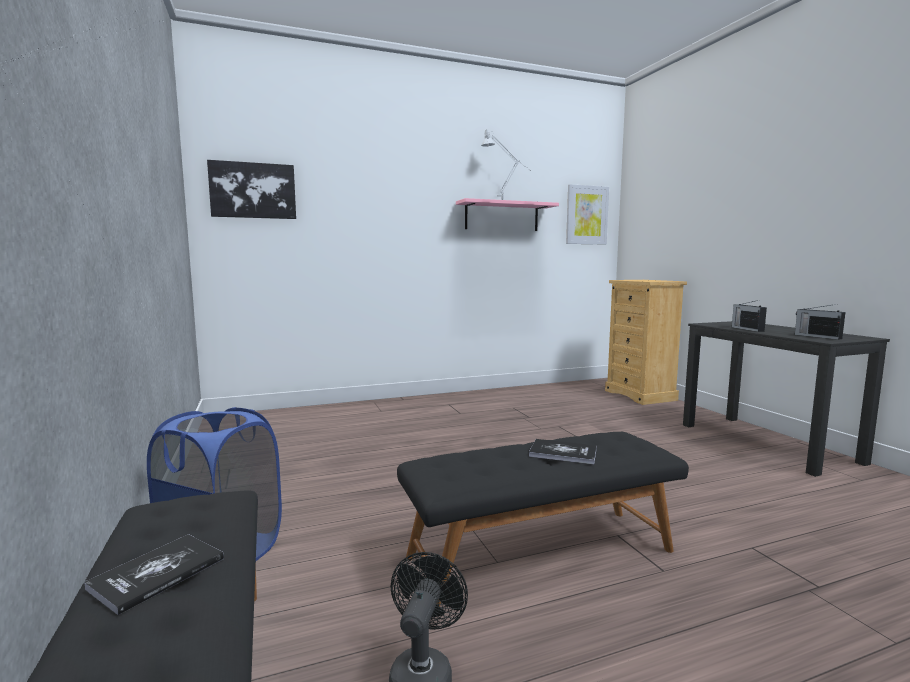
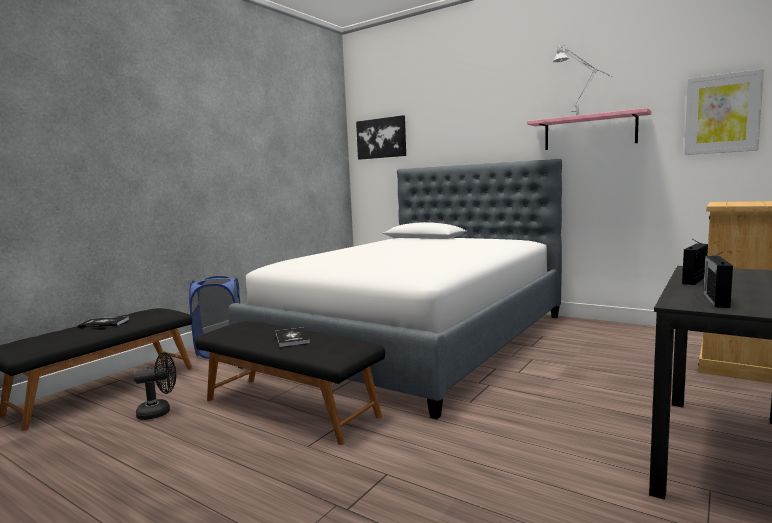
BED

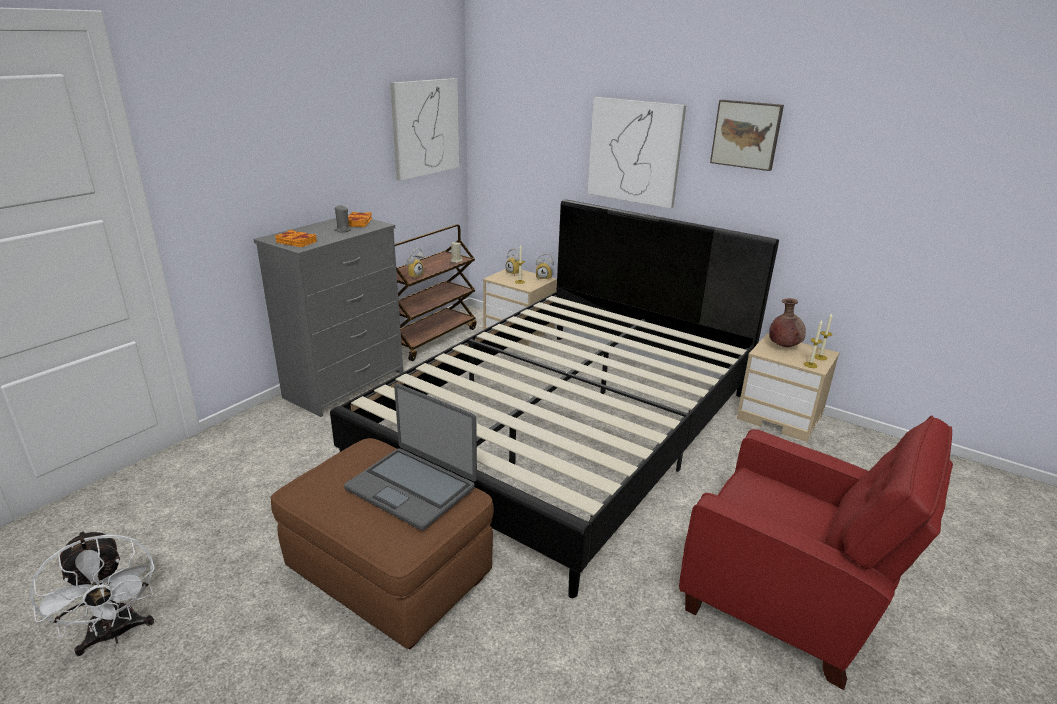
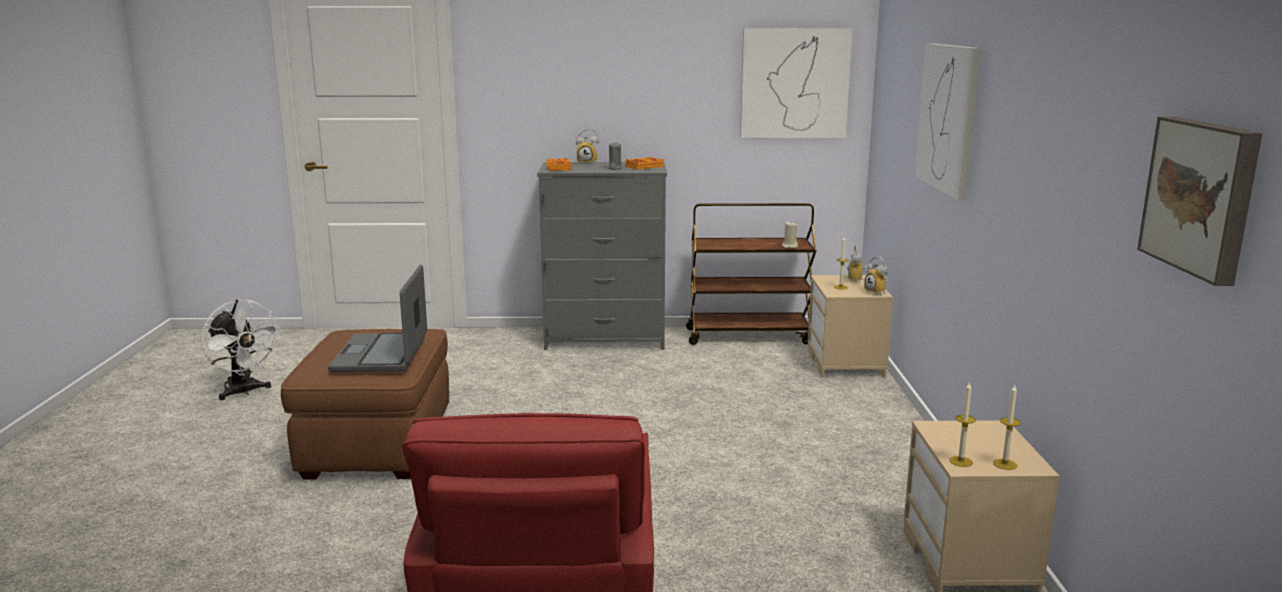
WHITE FAN
BLACK BED
ALARM CLOCK (no. 1 from left)
PICTURE (no. 3 from left)
BROWN VASE

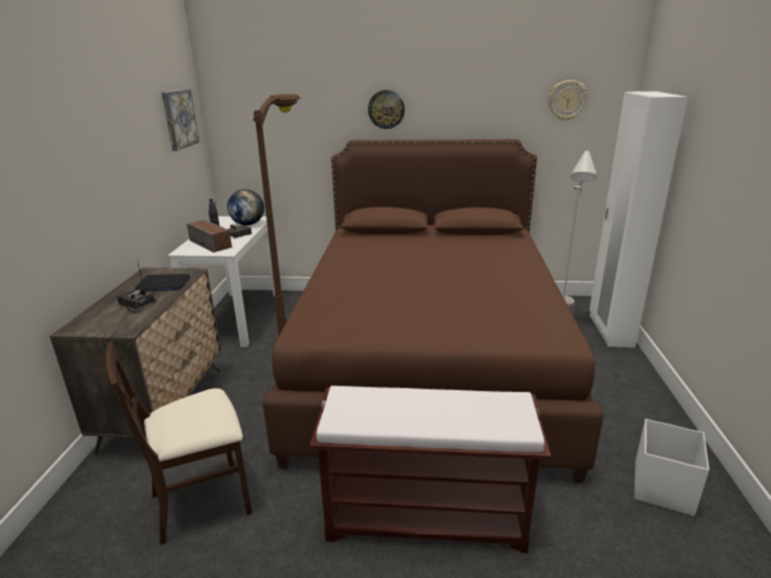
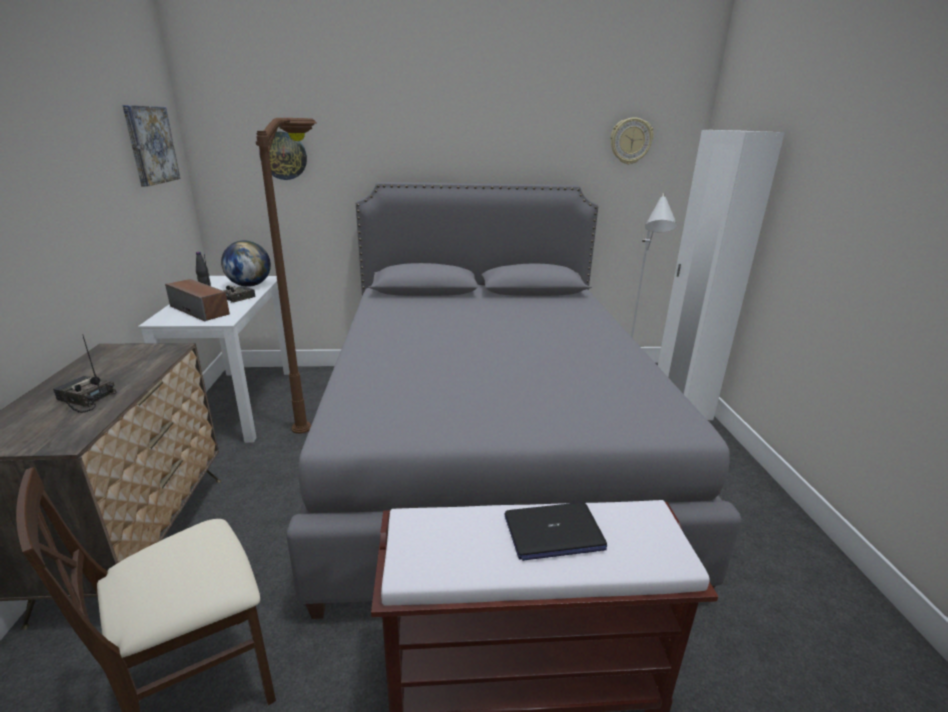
LAPTOP
GREY BED
WALL CLOCK (no. 1 from left)
WHITE STORAGE BOX

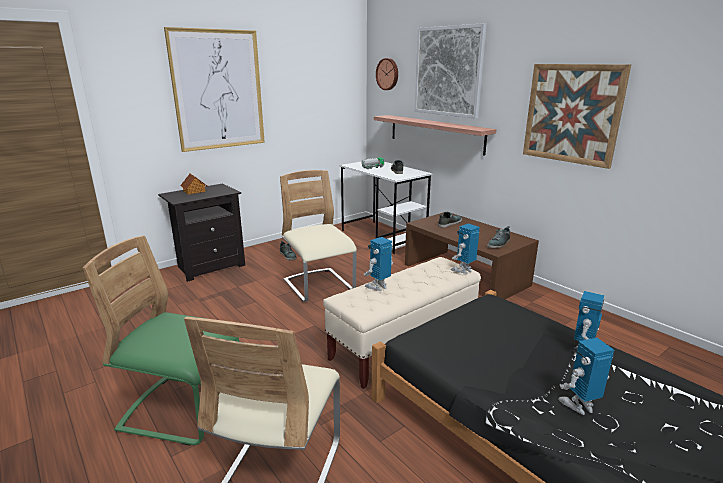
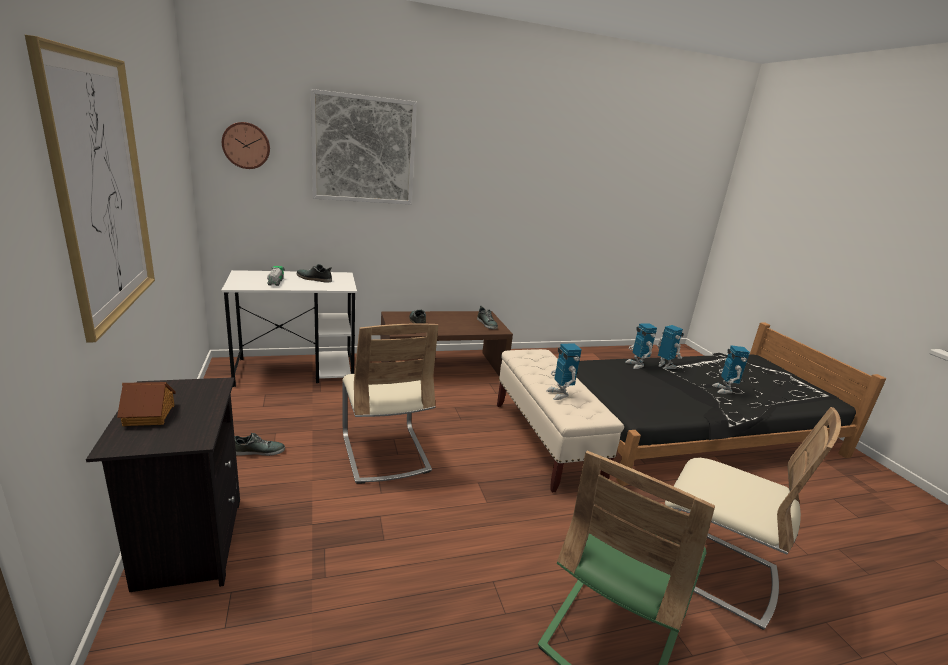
BEIGE CHAIR (no. 1 from left)
SHELF
TOY ROBOT (no. 2 from left)
PICTURE (no. 3 from left in the first image)

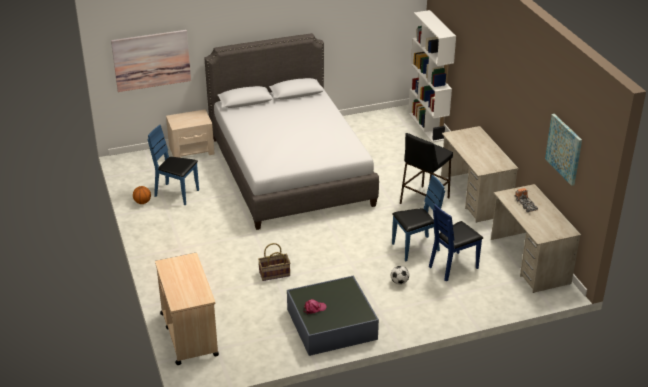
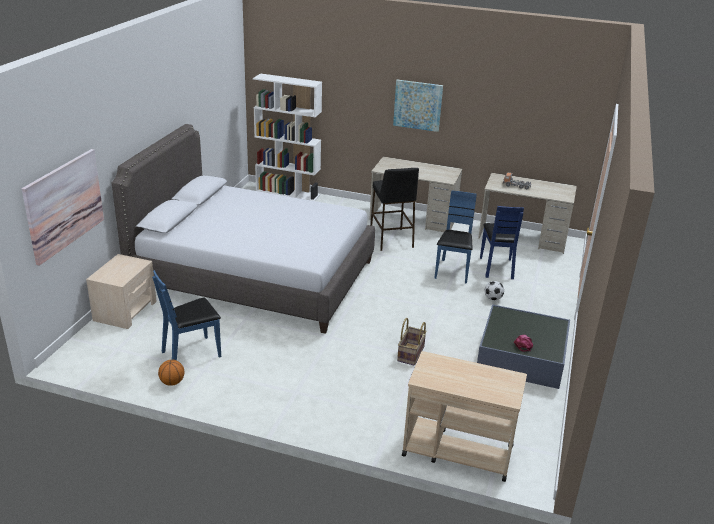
PICTURE (no. 2 from left)

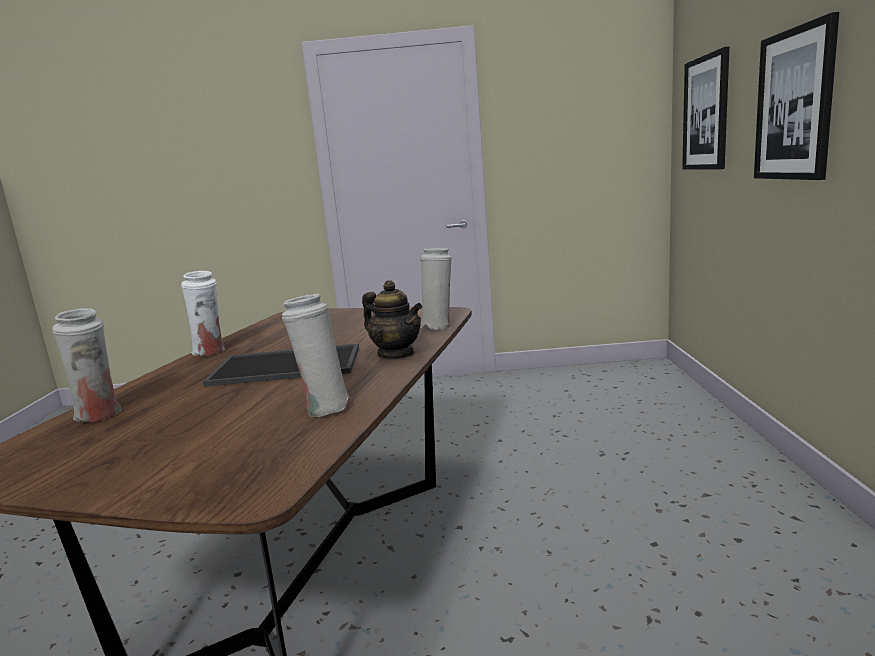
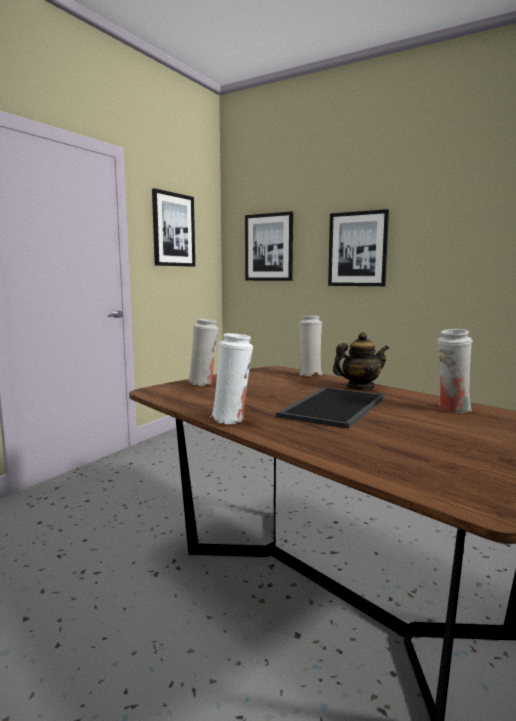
WHITE VASE (no. 1 from left)
PICTURE (no. 1 from left)

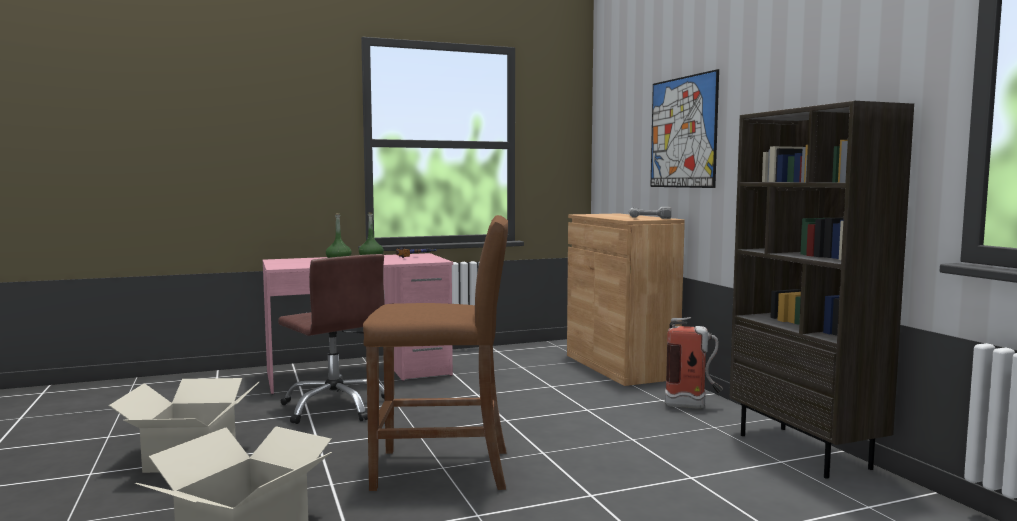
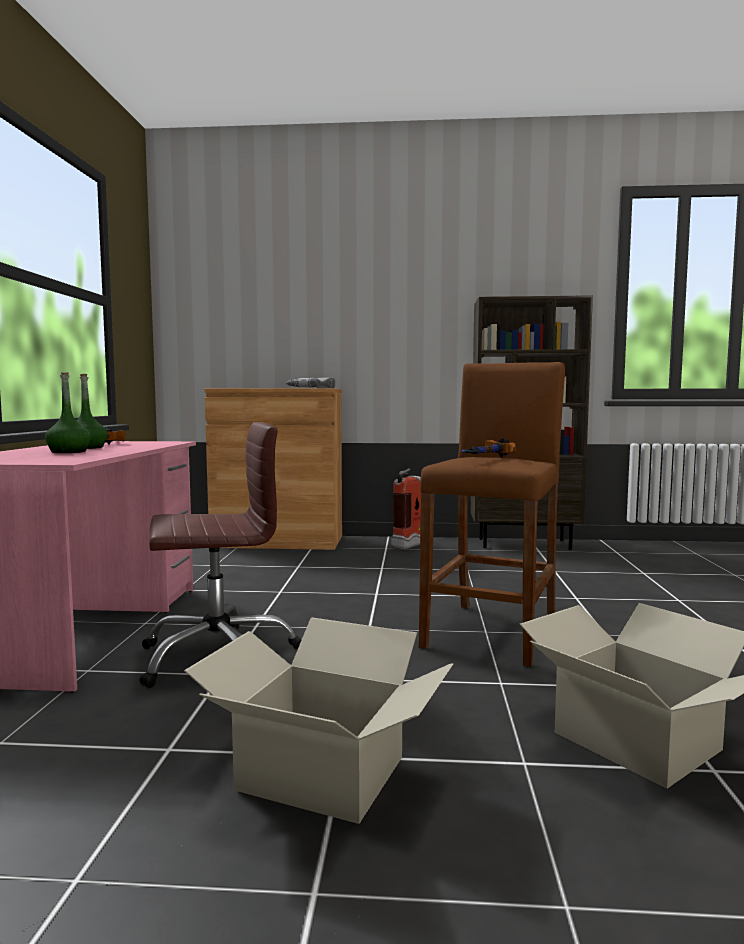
PICTURE
HAMMER (no. 2 from left)

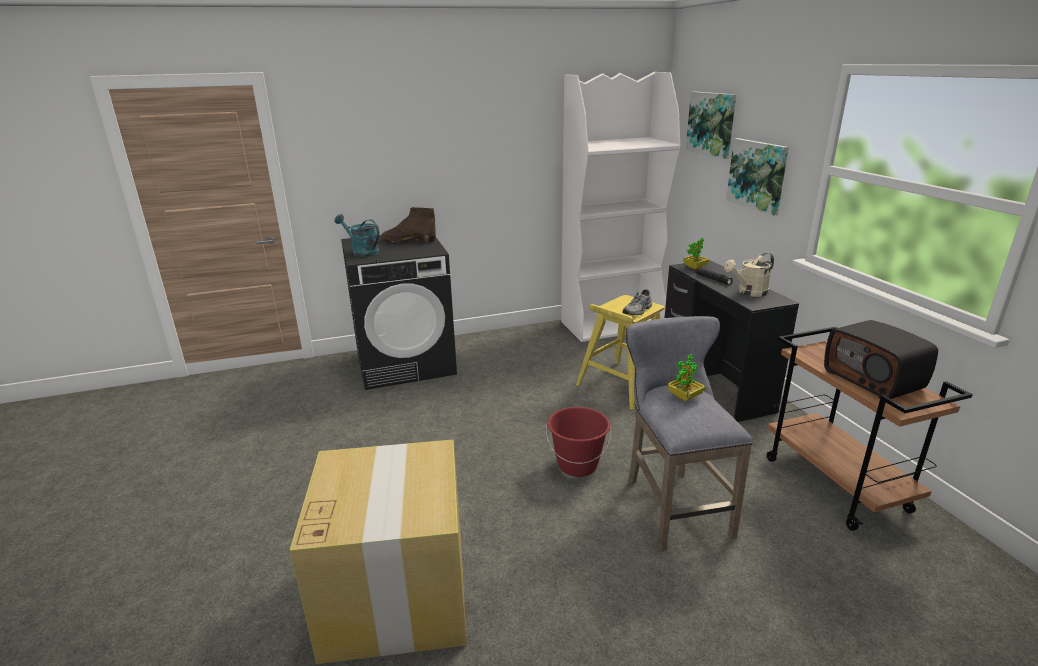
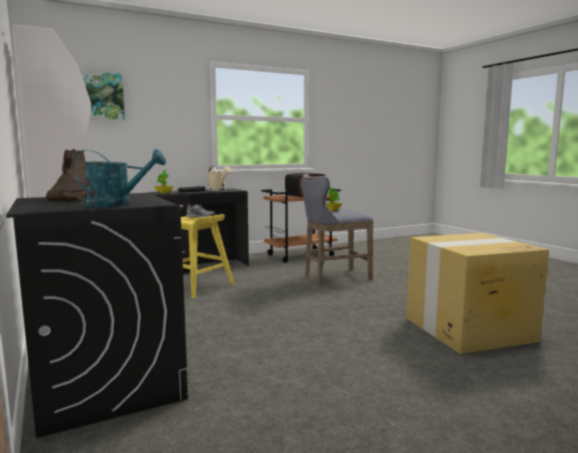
TURQUOISE WATERING CAN
RED BUCKET
PICTURE (no. 2 from left in the first image)

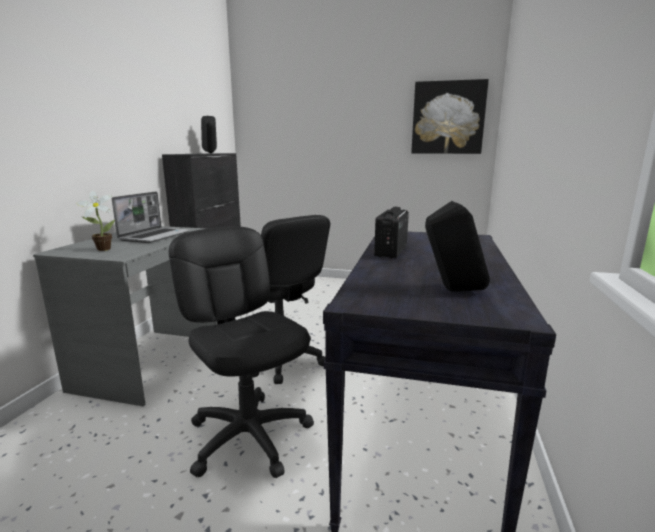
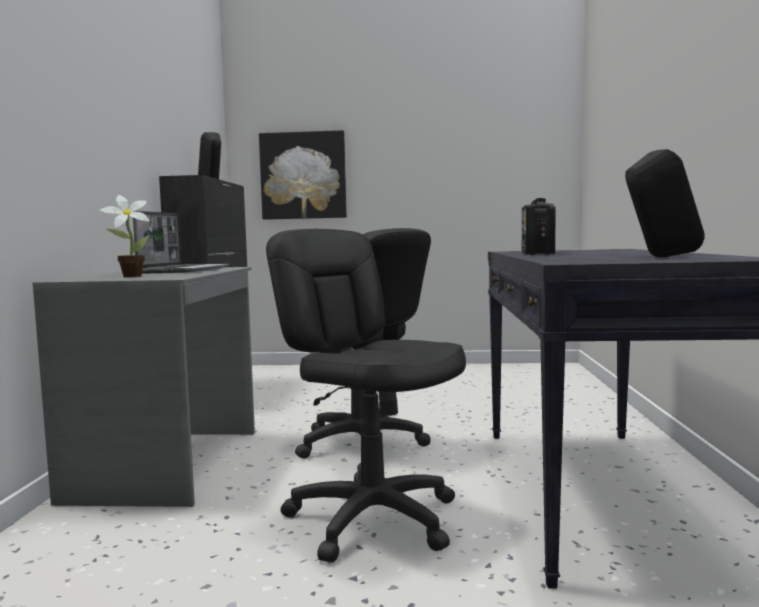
PICTURE

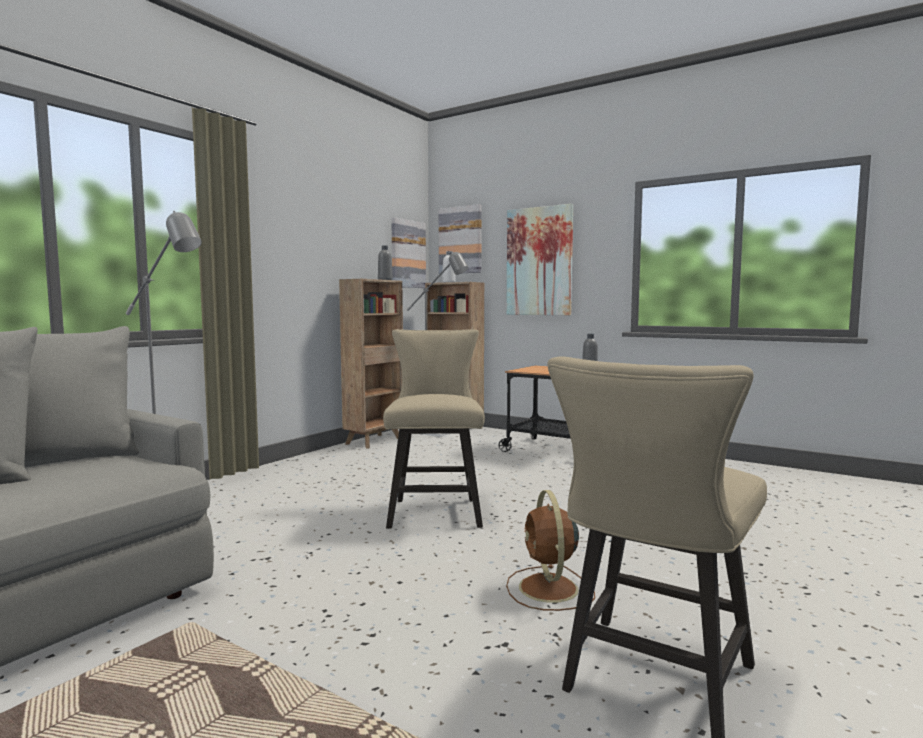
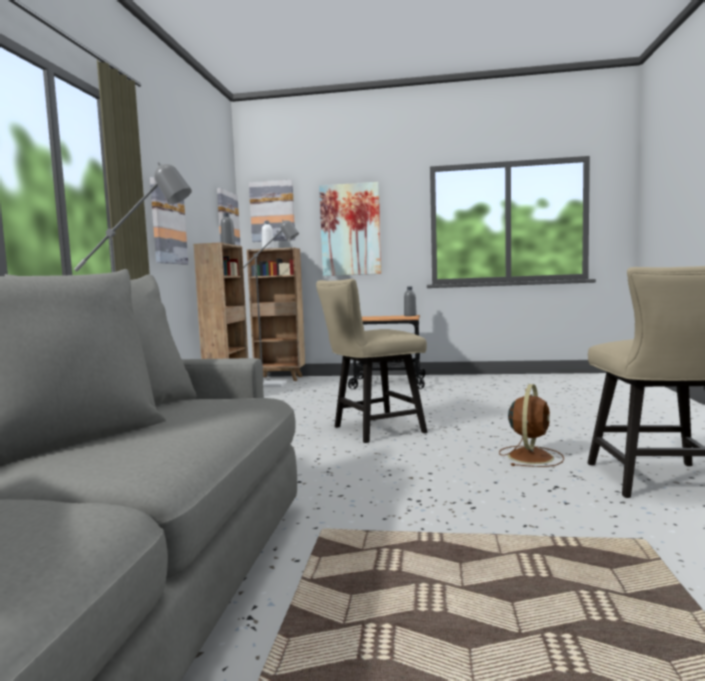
BEIGE CHAIR (no. 1 from left)
BROWN FAN
PICTURE (no. 1 from left)

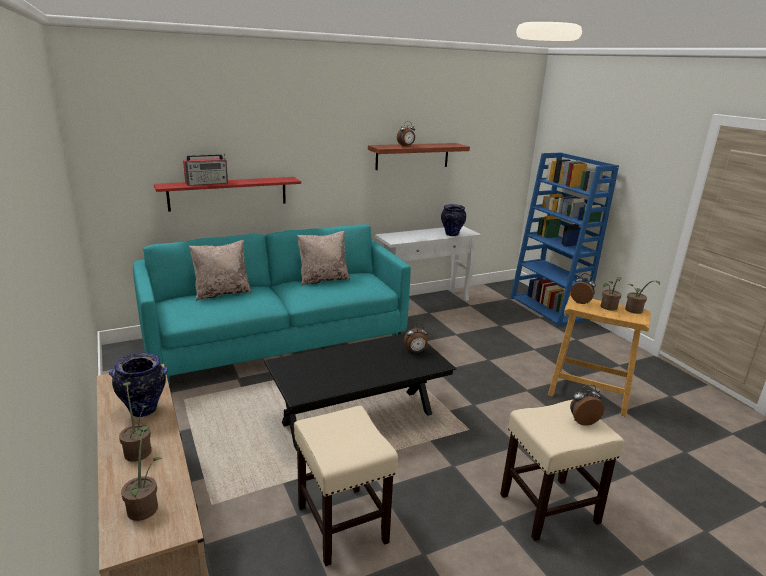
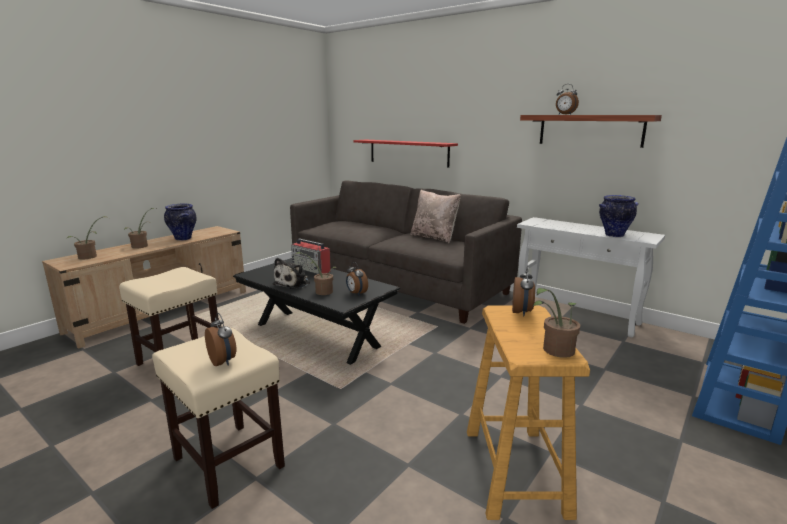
GREY SOFA
RADIO
BEIGE PILLOW (no. 1 from left in the first image)
POTTED PLANT (no. 3 from left)
PLUSH TOY

